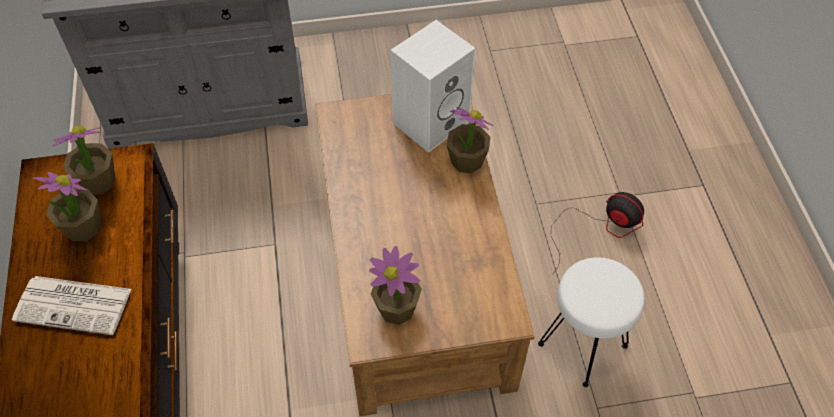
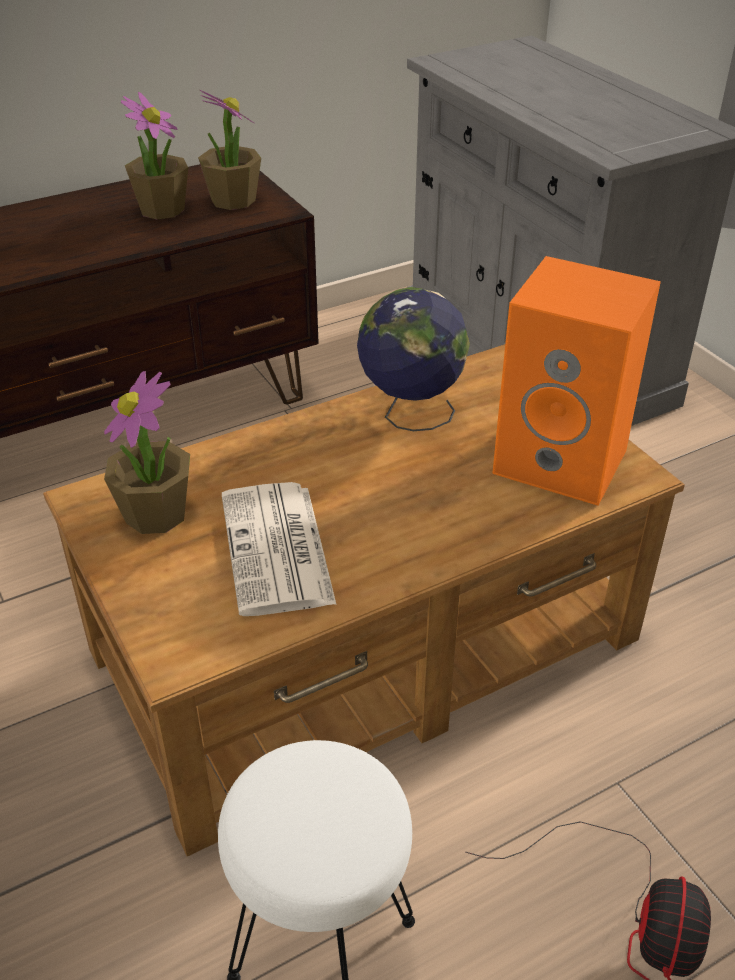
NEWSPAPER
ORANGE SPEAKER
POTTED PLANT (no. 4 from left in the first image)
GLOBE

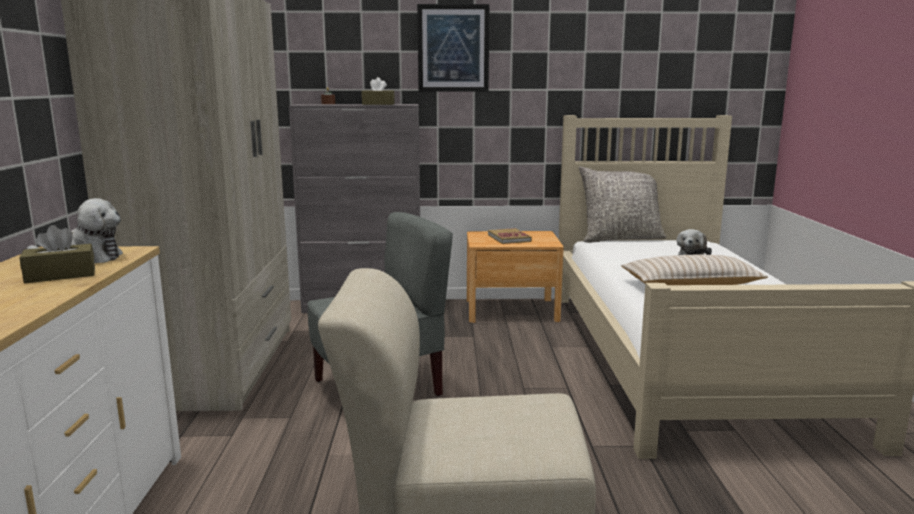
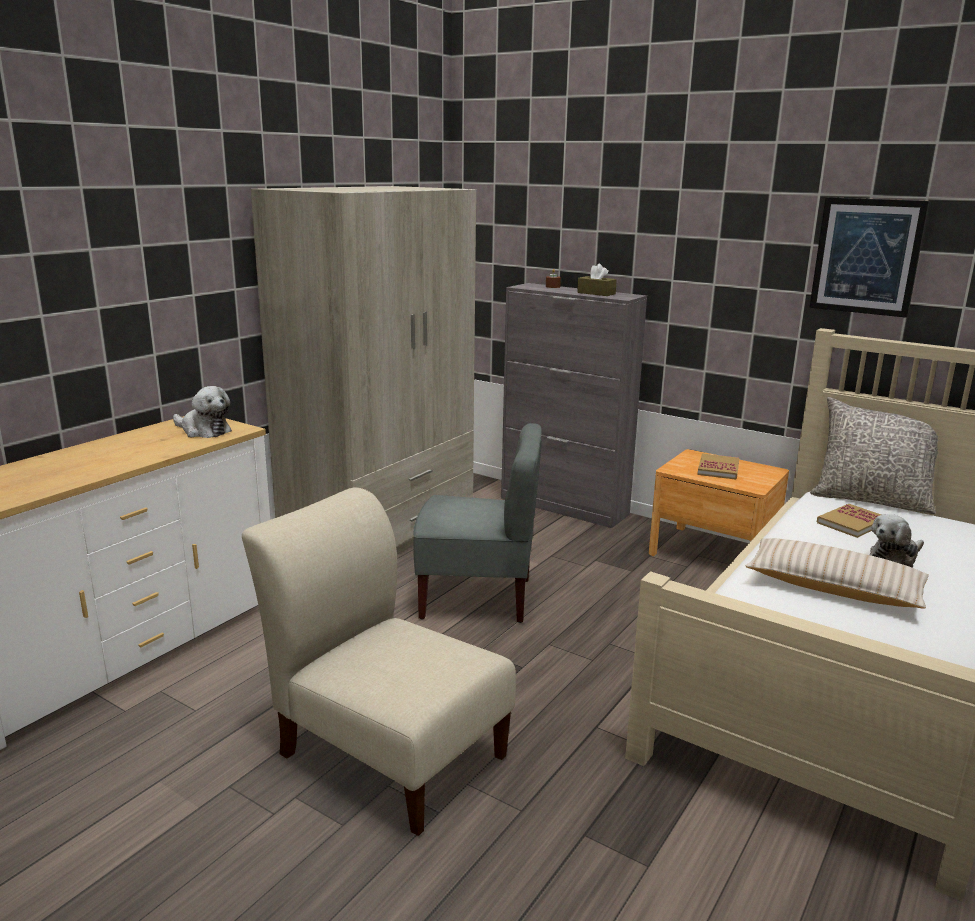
BROWN TISSUE BOX (no. 1 from left in the first image)
PICTURE
BOOK (no. 2 from left)

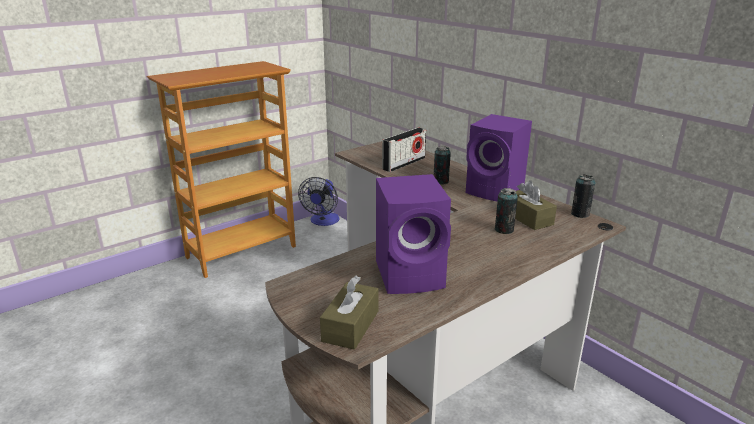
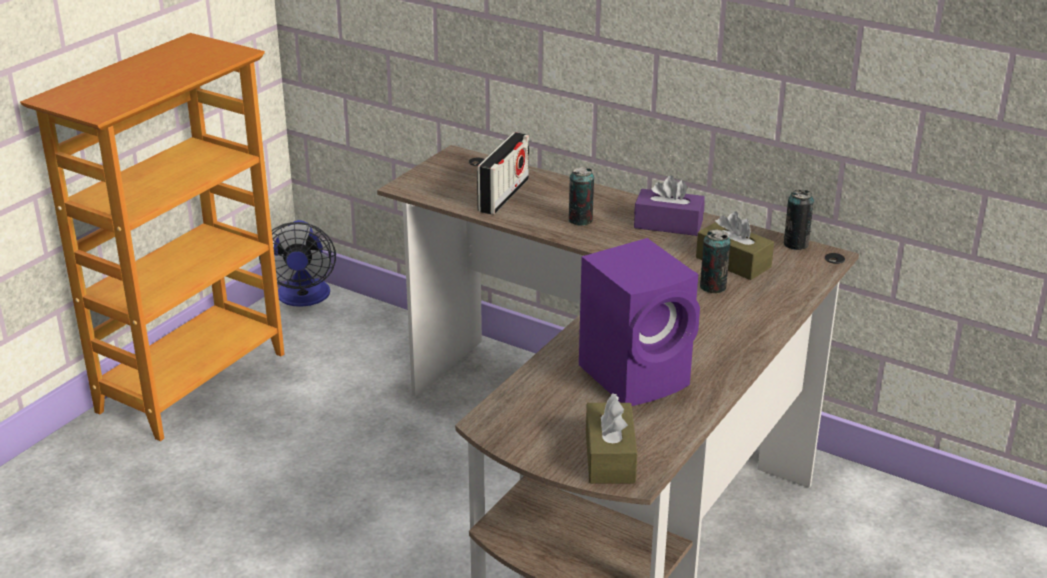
PURPLE TISSUE BOX

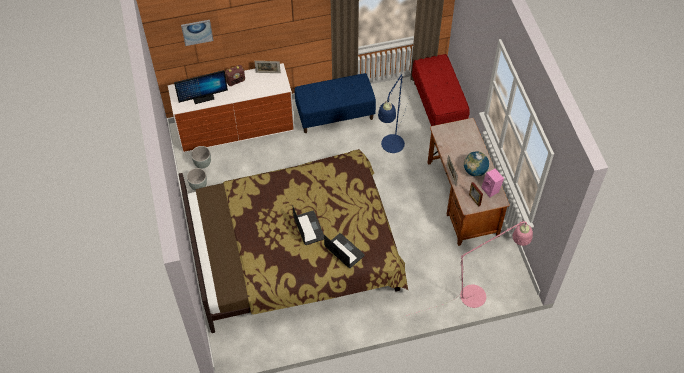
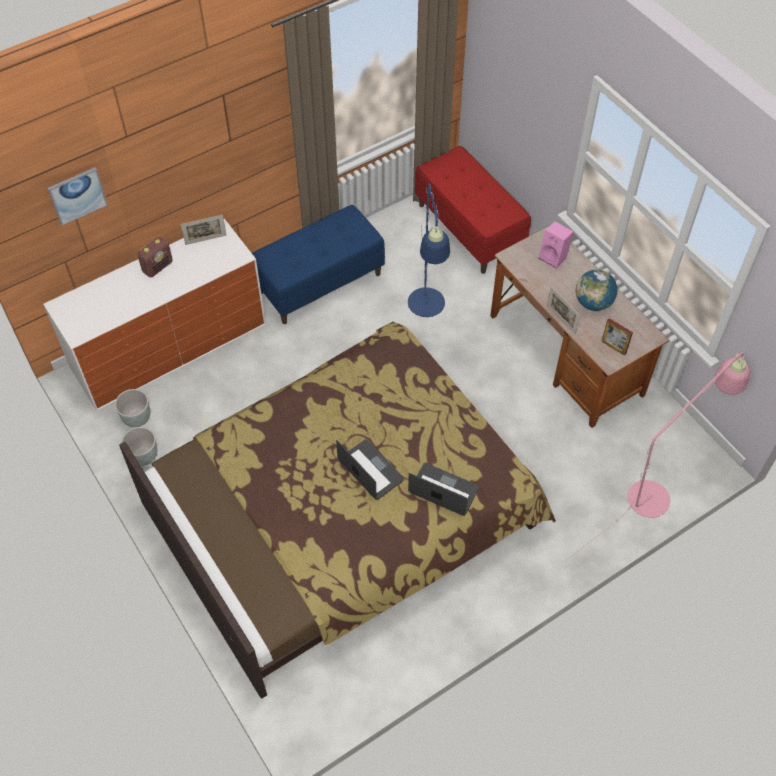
MONITOR
PINK SPEAKER

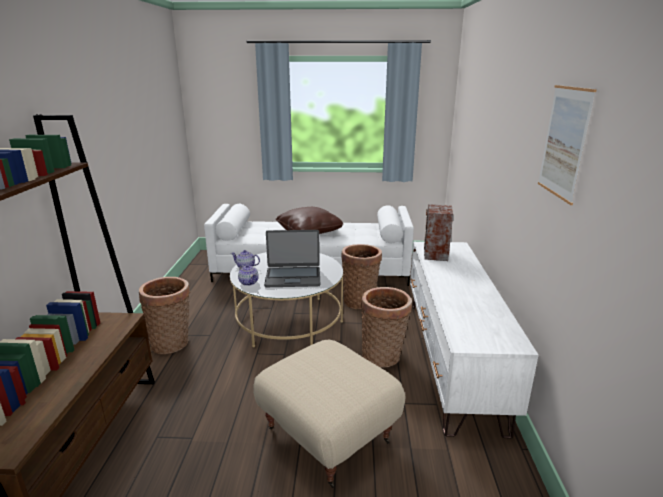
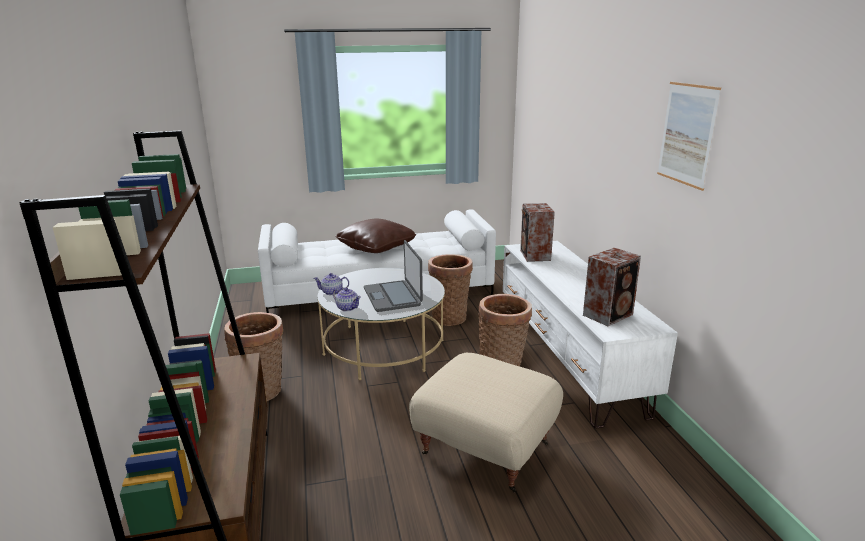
LAPTOP
SPEAKER (no. 2 from left)

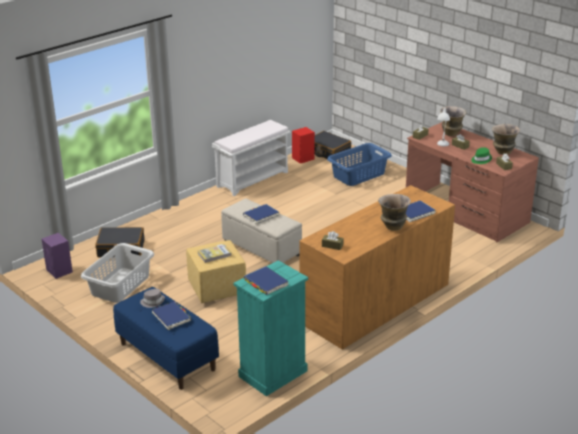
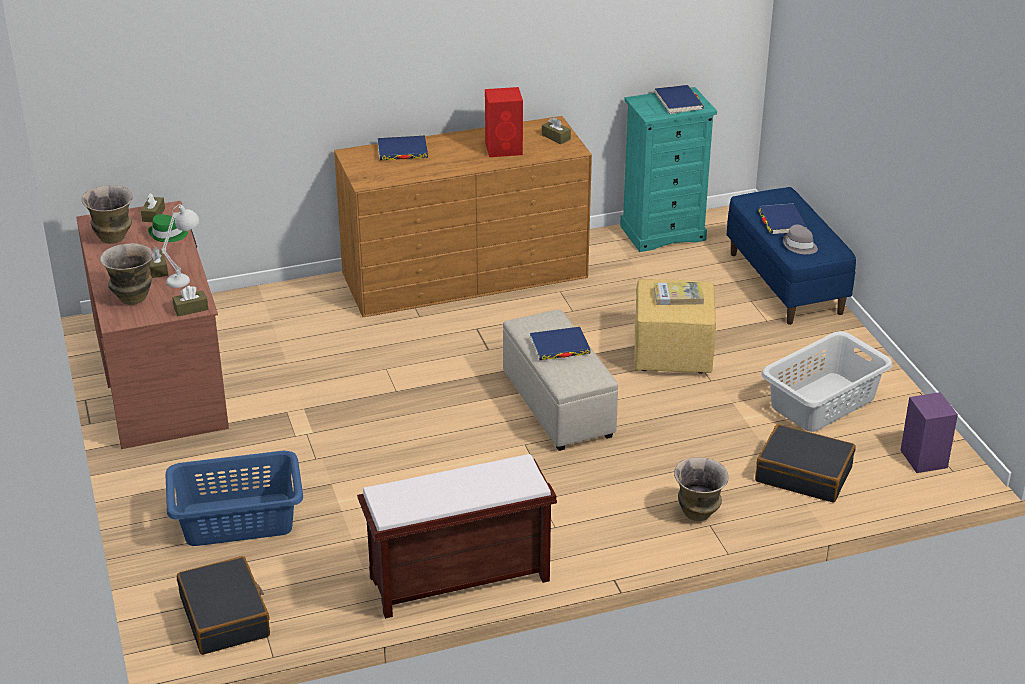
BROWN BENCH
RED SPEAKER
VASE (no. 3 from left)

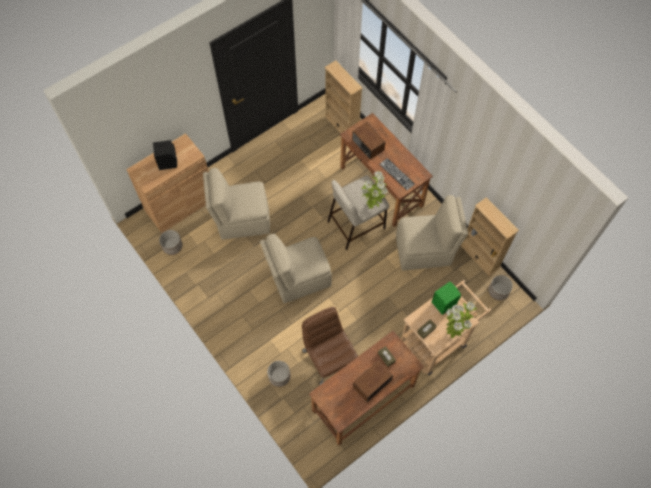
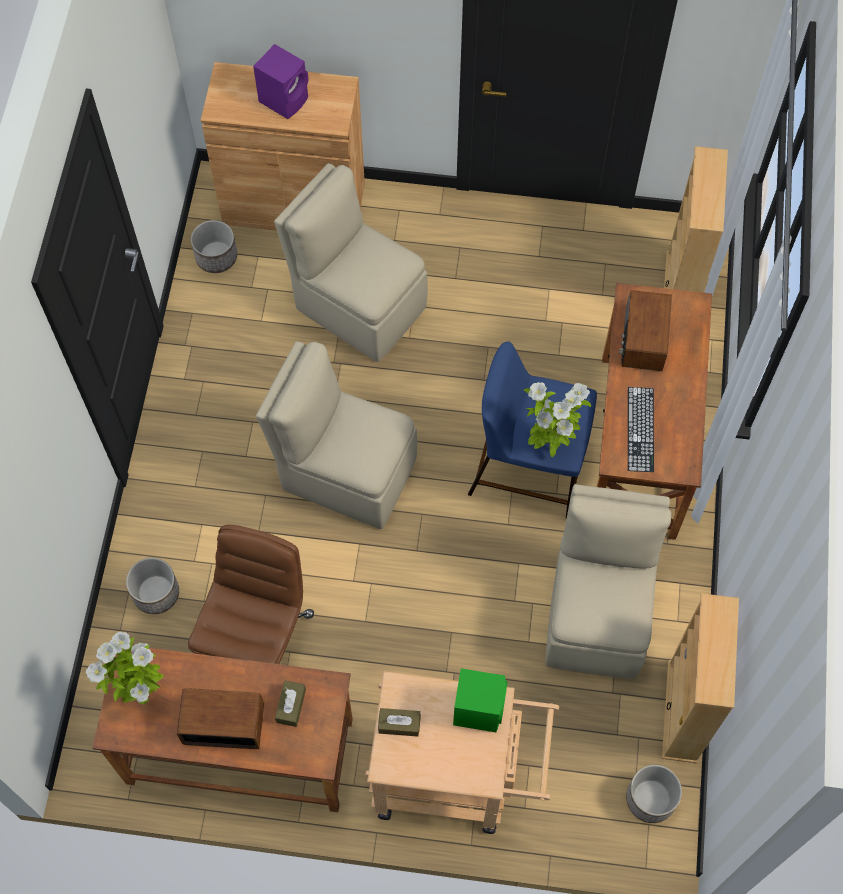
PURPLE SPEAKER
BLUE STOOL
BEIGE CHAIR (no. 3 from left)
POTTED PLANT (no. 1 from left)

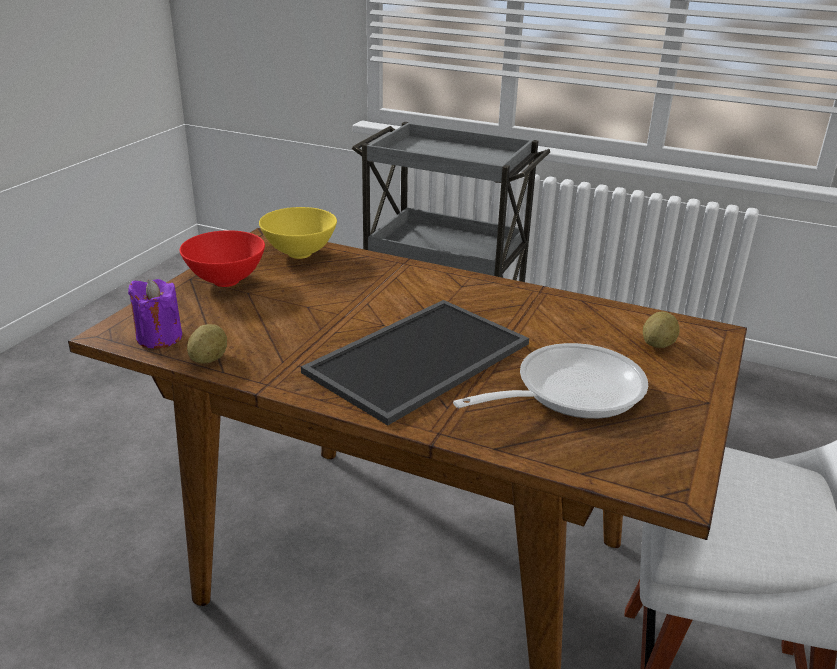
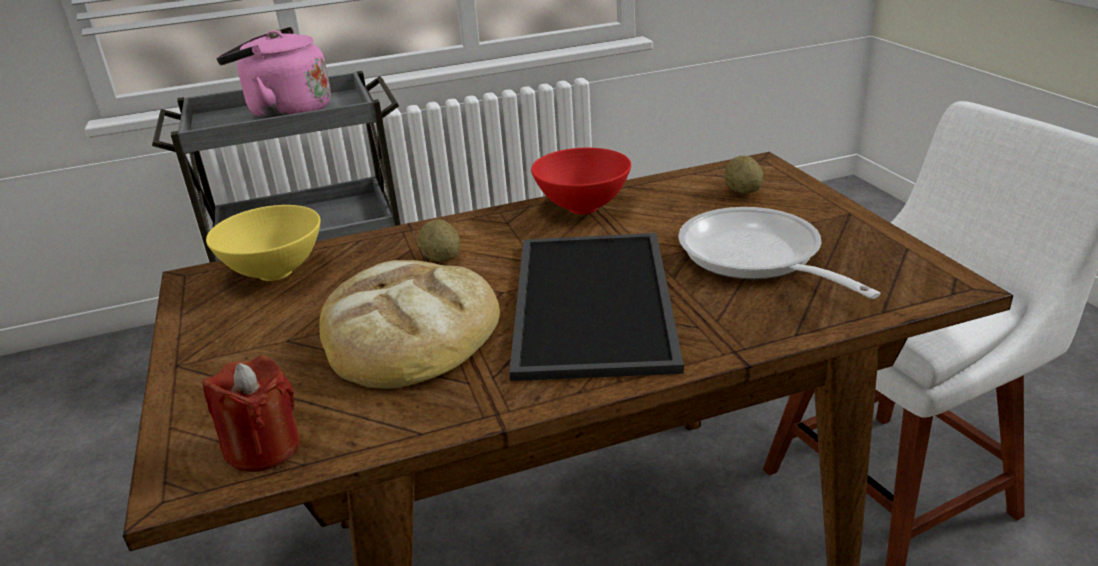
RED CANDLE
RED BOWL
POTATO (no. 1 from left)
FRYING PAN
PINK KETTLE
BREAD

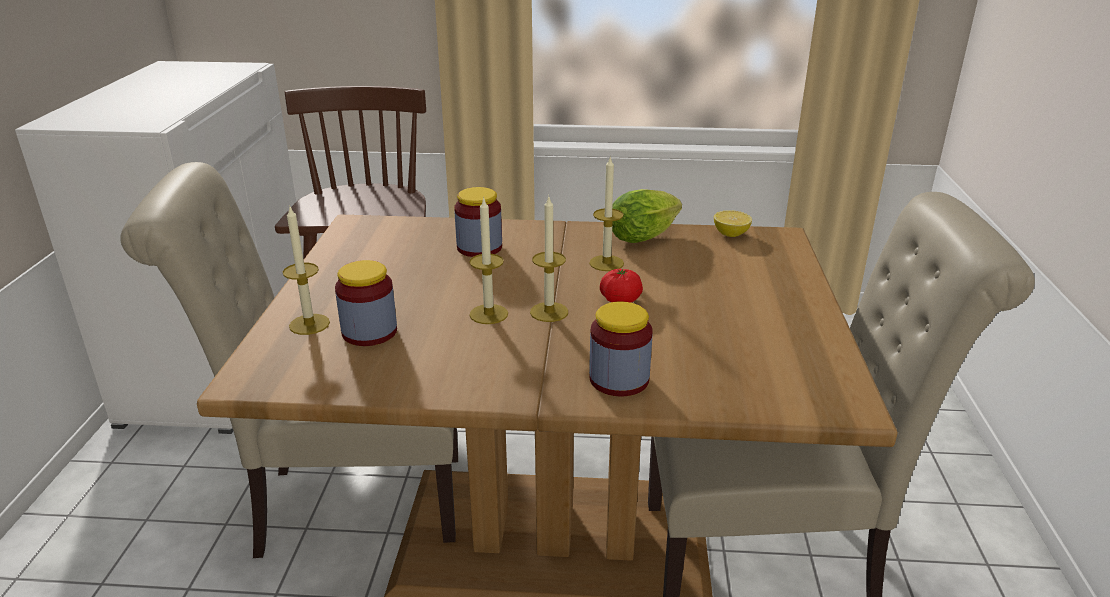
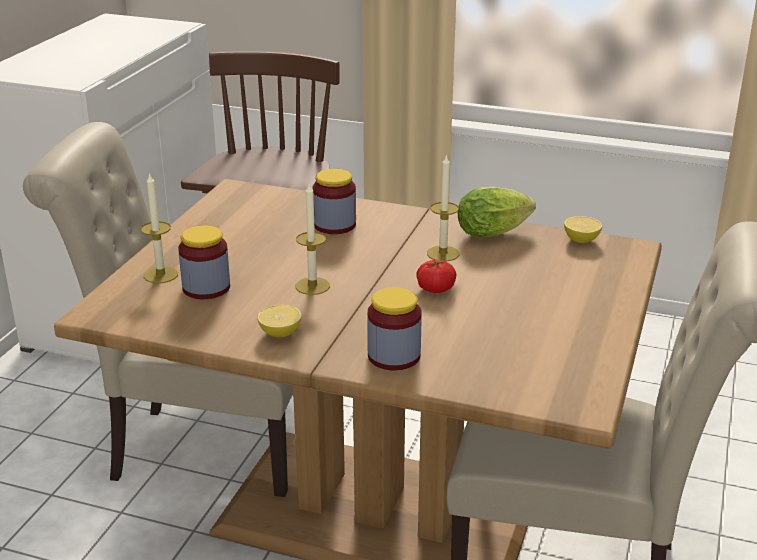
CANDLE (no. 3 from left in the first image)
LEMON (no. 1 from left)

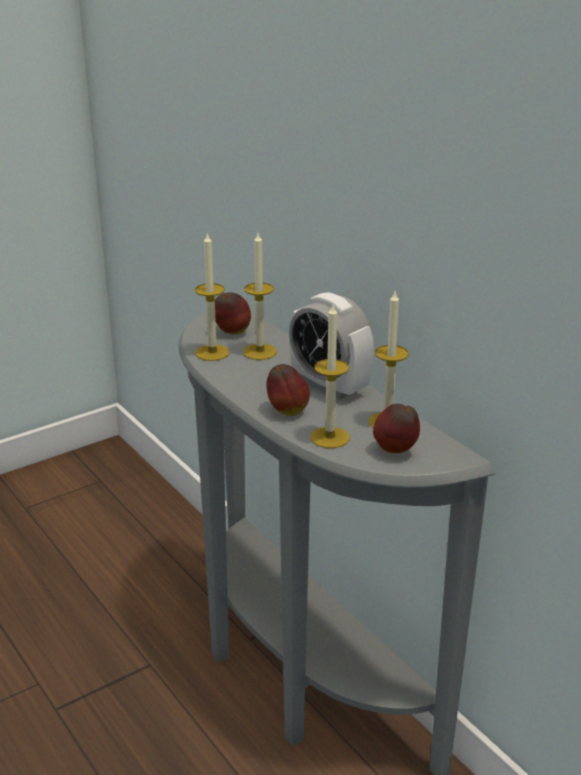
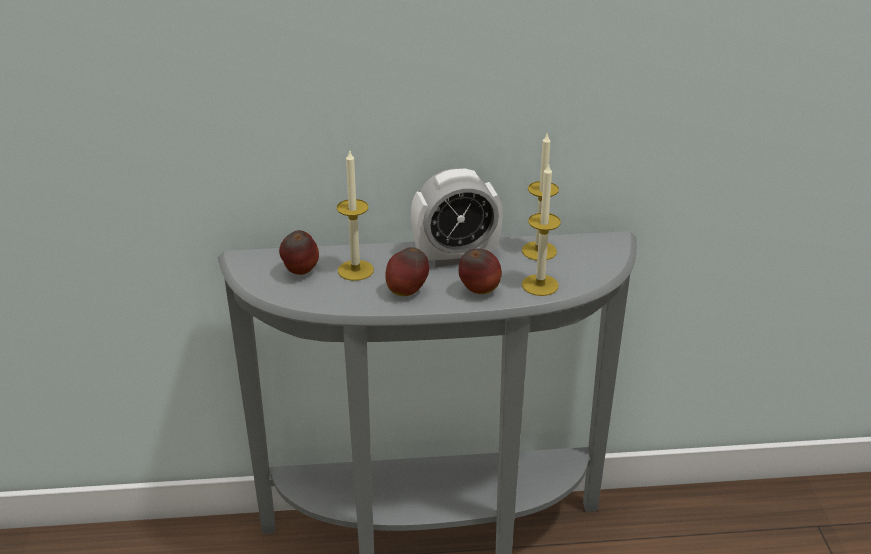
CANDLE (no. 1 from left in the first image)
APPLE (no. 2 from left)

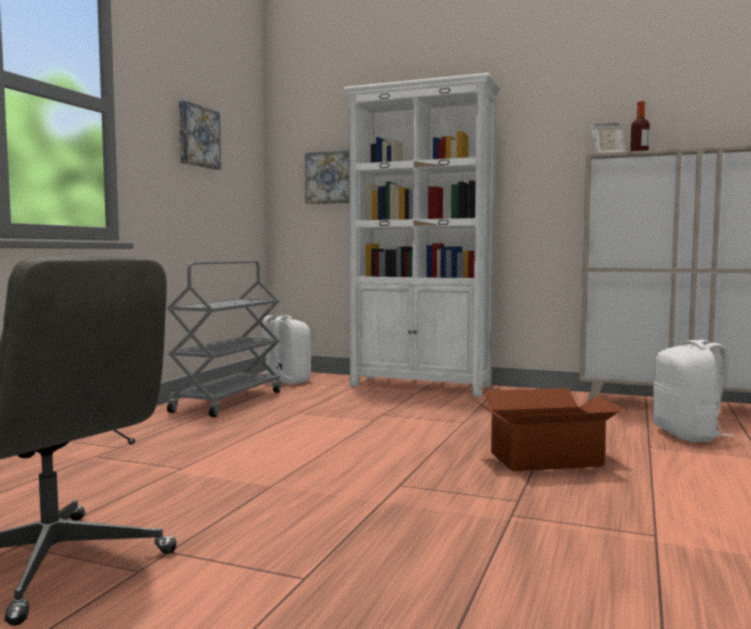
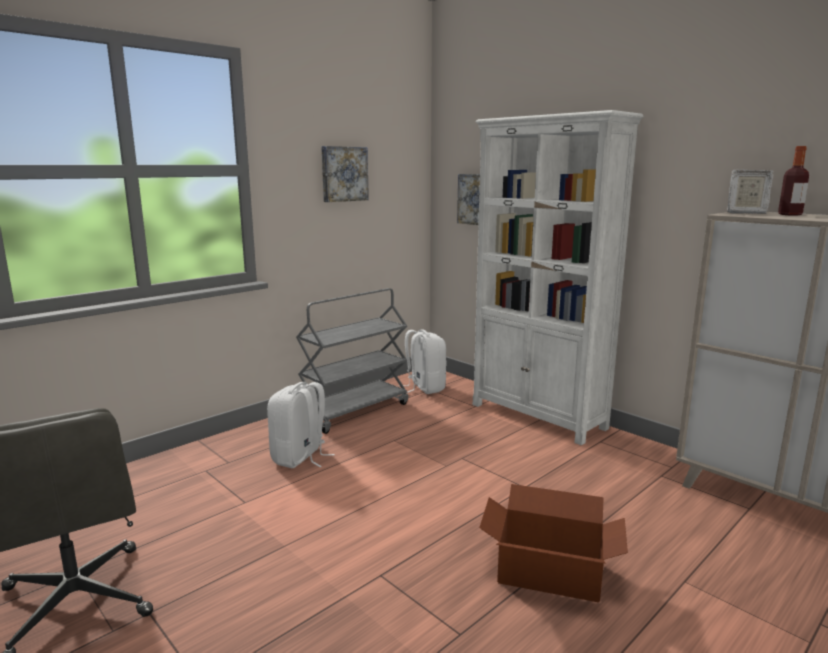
WHITE BACKPACK (no. 1 from left)

